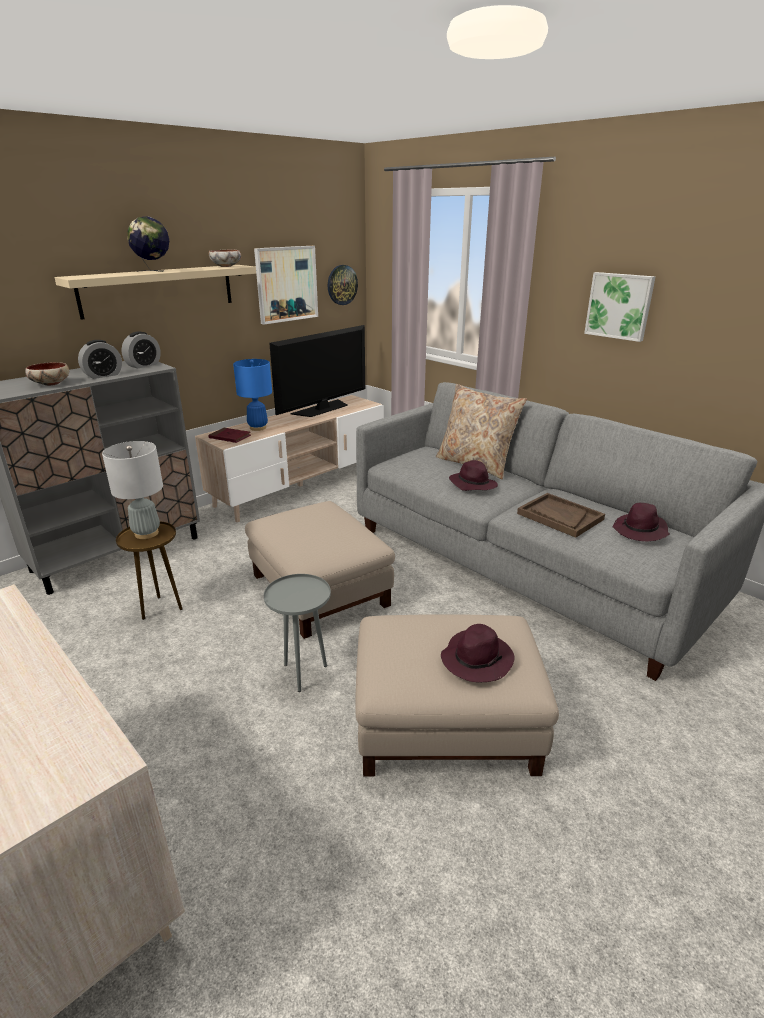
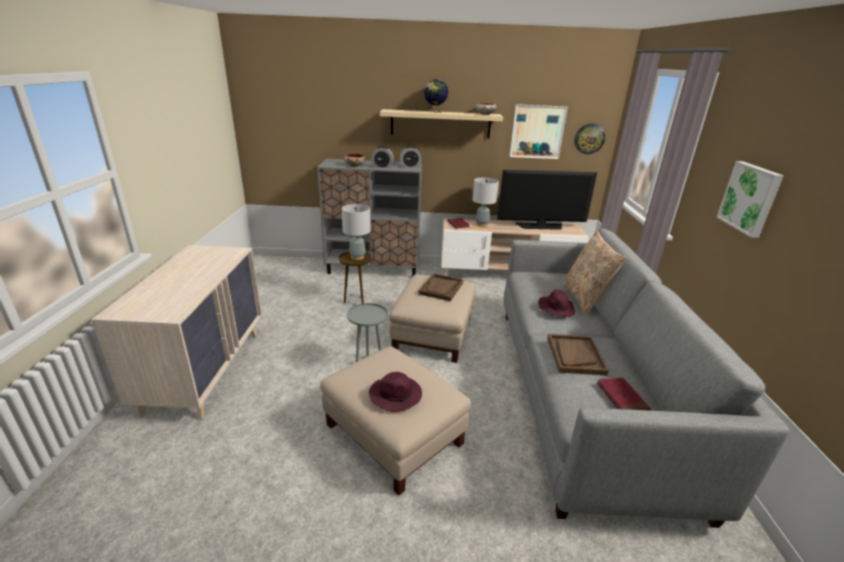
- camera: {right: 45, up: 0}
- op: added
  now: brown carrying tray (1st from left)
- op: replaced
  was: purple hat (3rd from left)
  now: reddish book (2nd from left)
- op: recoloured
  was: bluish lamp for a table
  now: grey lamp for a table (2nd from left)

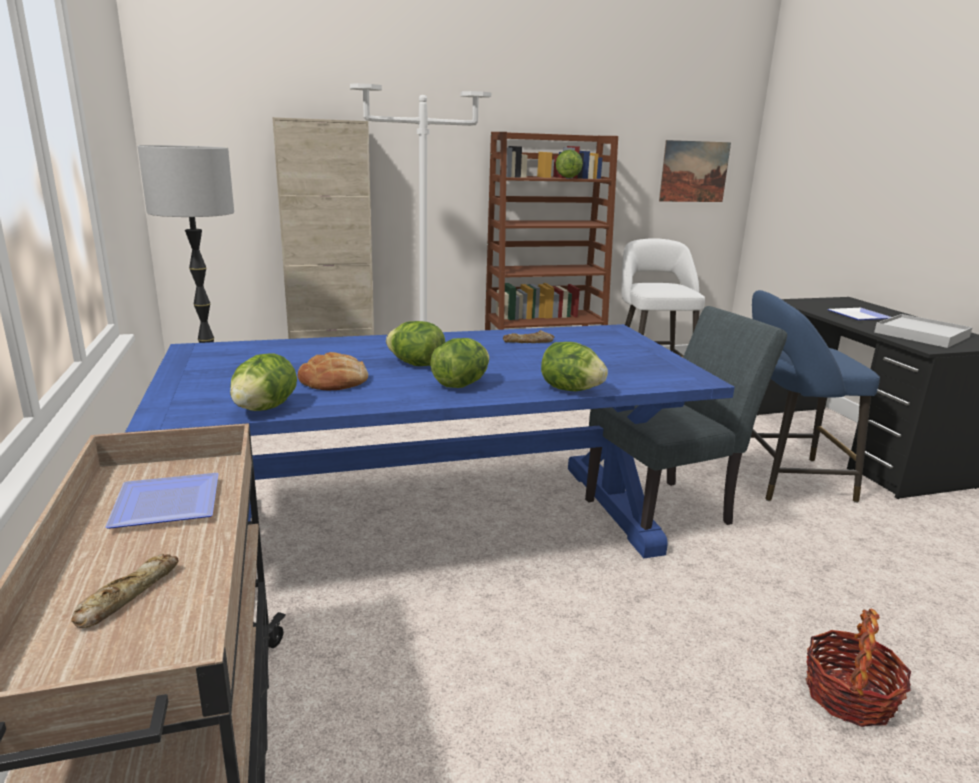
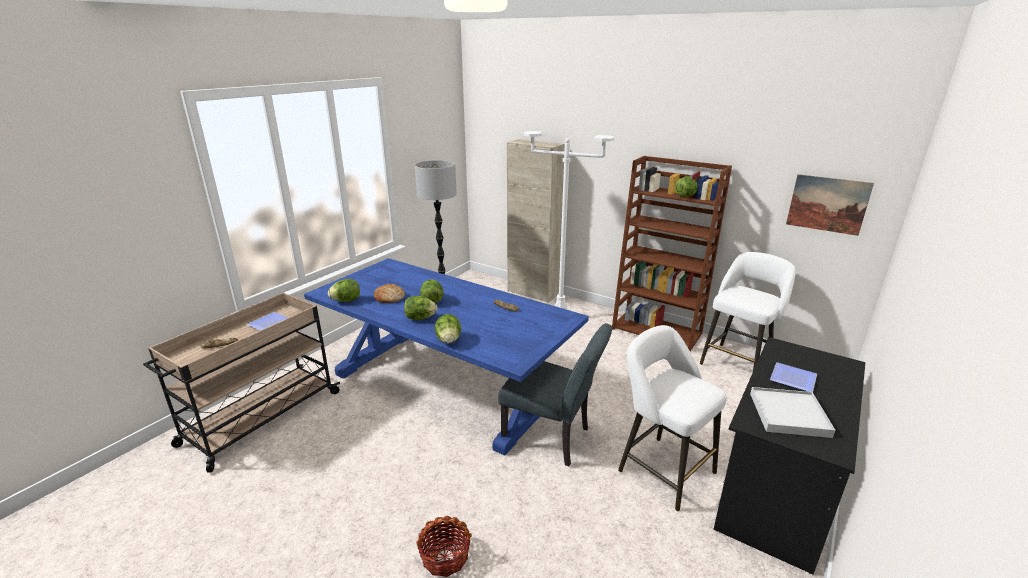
- camera: {right: 50, up: 5}
- op: recoloured
  was: bluish sitting stool
  now: whitish sitting stool (1st from left)

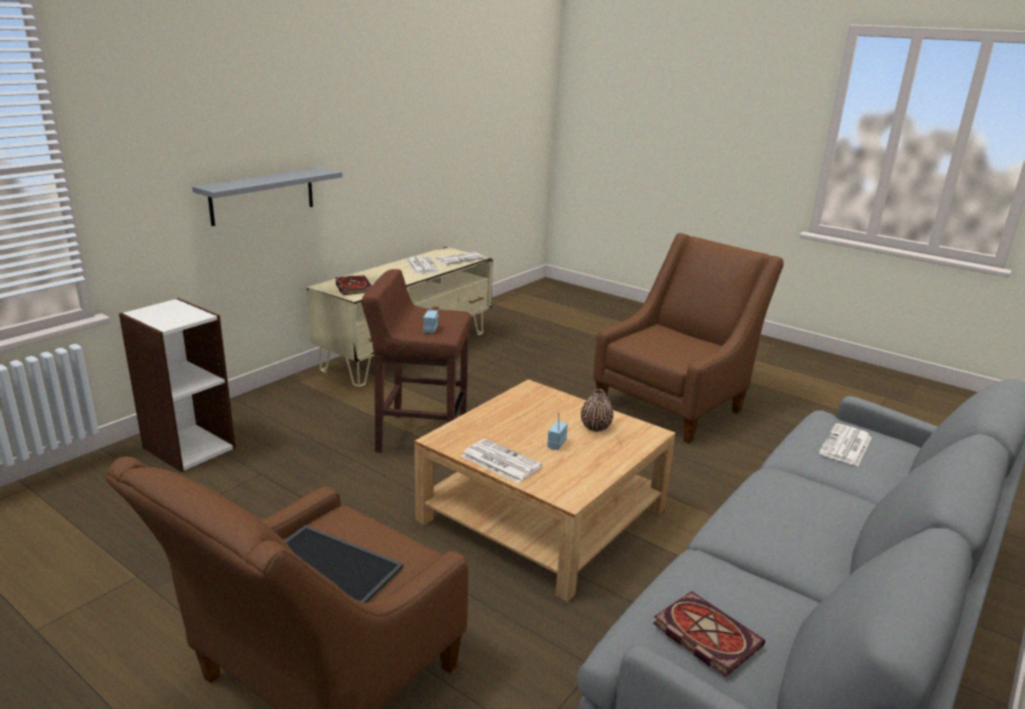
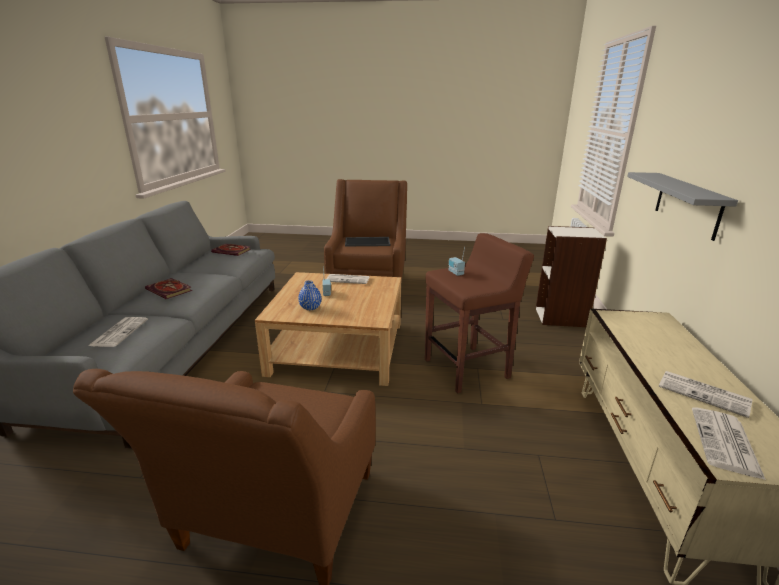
- camera: {right: 150, up: 0}
- op: moved
  was: book (1st from left)
- op: recoloured
  was: brown decorative vase
  now: bluish decorative vase

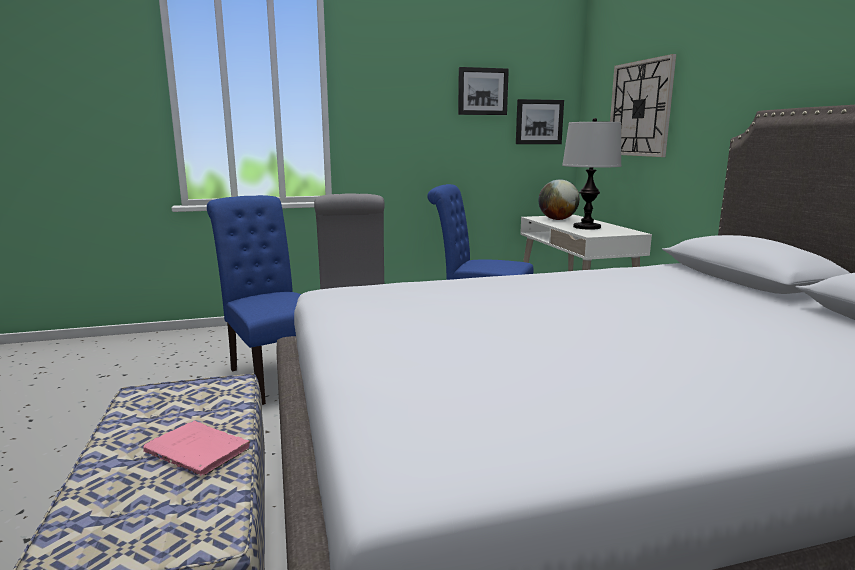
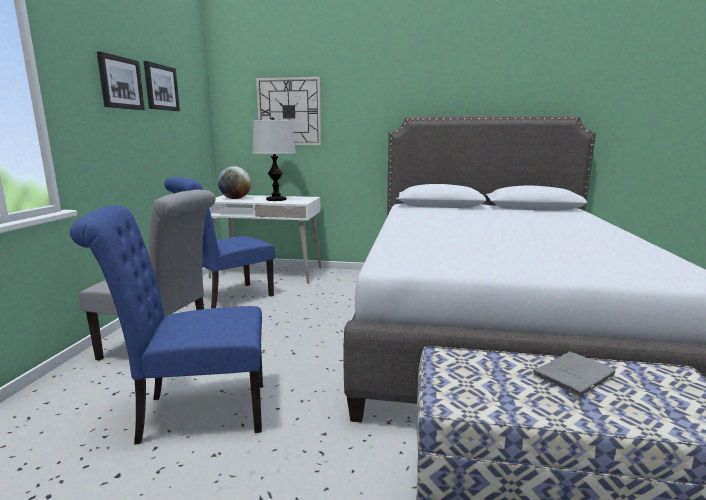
- camera: {right: -65, up: 0}
- op: moved
  was: wall art (2nd from left in the first image)
  now: wall art (1st from left)
- op: recoloured
  was: pink-coloured book
  now: grey book

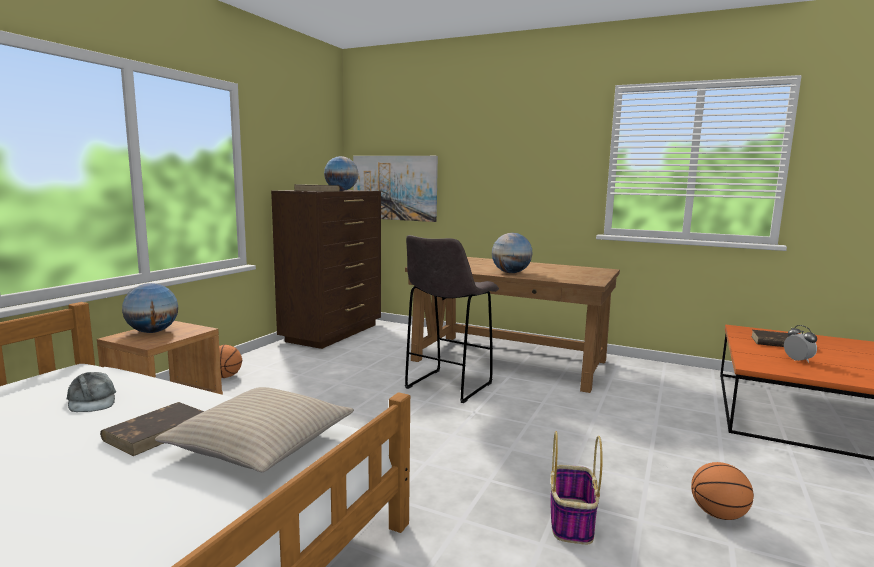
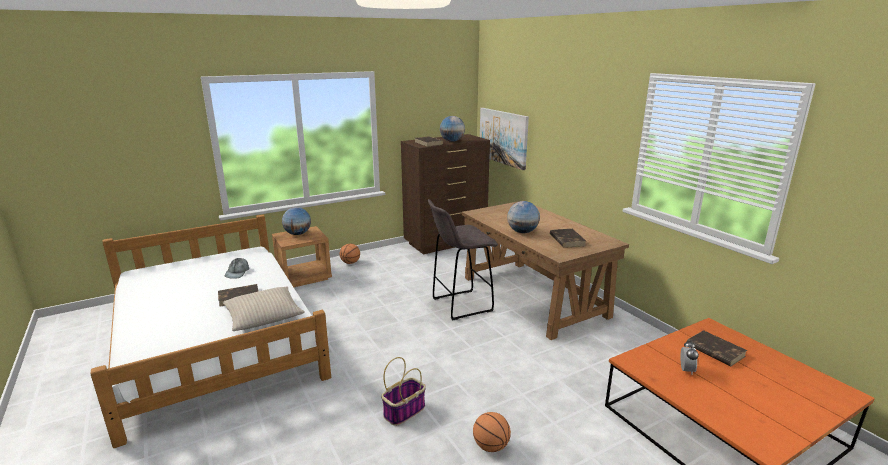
- camera: {right: 35, up: 10}
- op: added
  now: brown book (3rd from left)

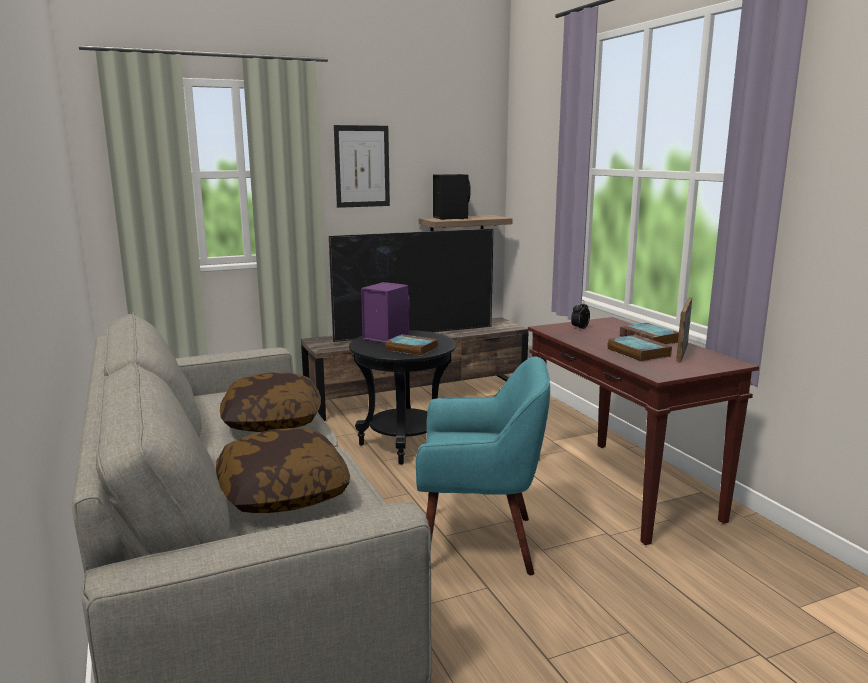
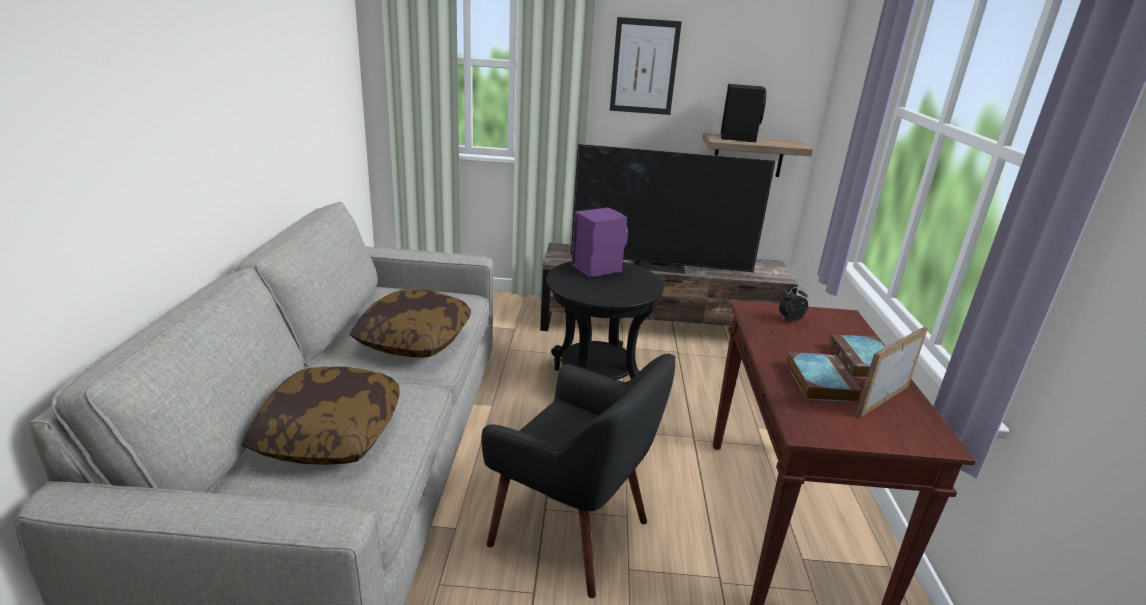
- camera: {right: 25, up: 10}
- op: removed
  was: book (1st from left)
- op: recoloured
  was: turquoise-coloured lounge chair
  now: blackish lounge chair

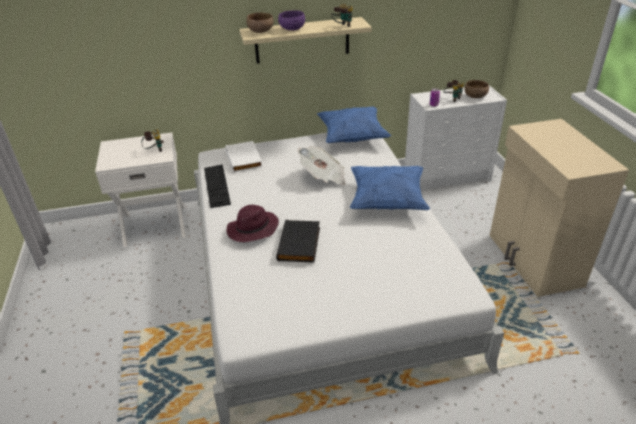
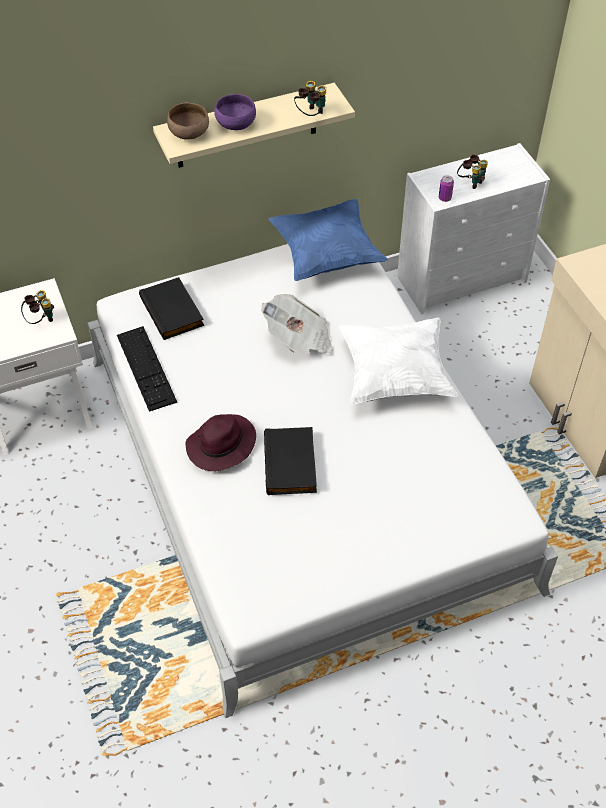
- camera: {right: -10, up: 15}
- op: removed
  was: brown deep dish (2nd from left)
- op: recoloured
  was: whitish book
  now: blackish book (1st from left)
- op: recoloured
  was: bluish cushion (2nd from left)
  now: whitish cushion

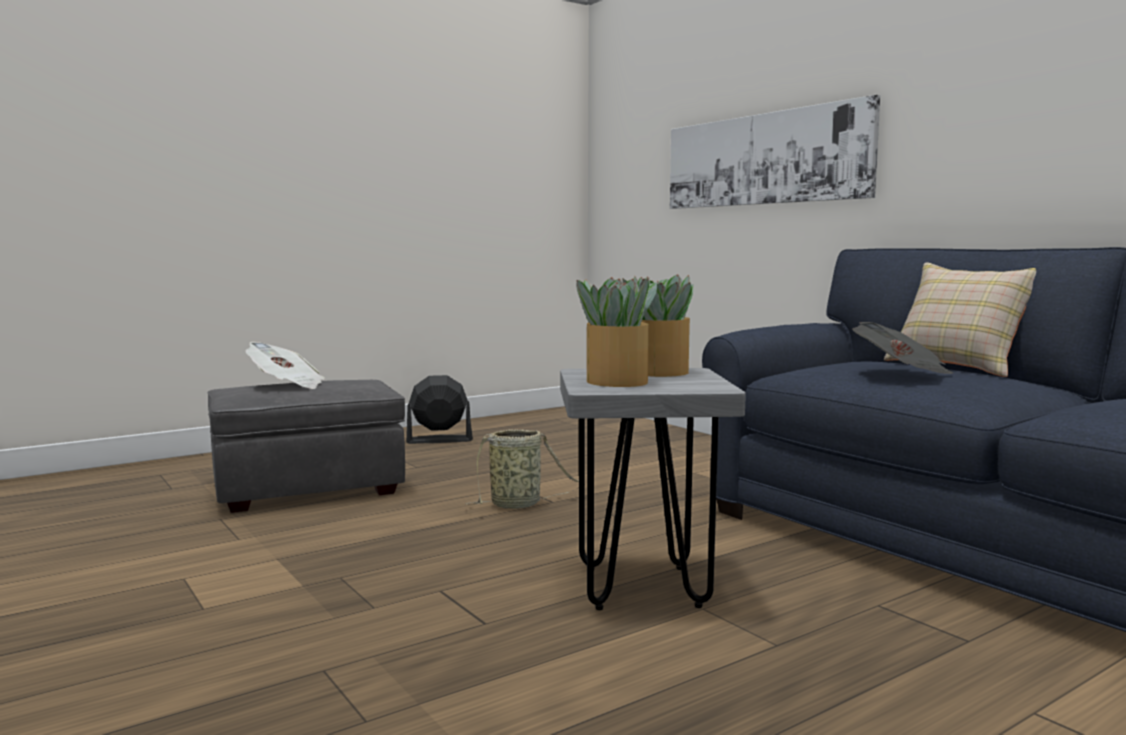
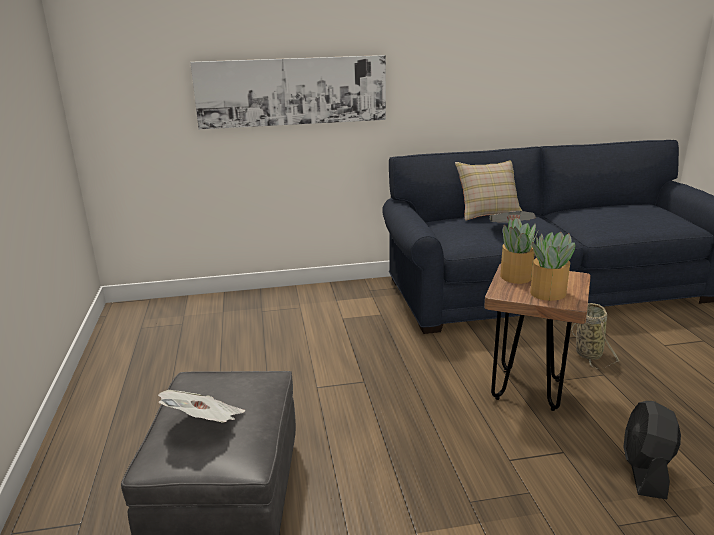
- camera: {right: -65, up: 15}
- op: moved
  was: blackish cooling fan
- op: moved
  was: storage basket
- op: recoloured
  was: grey sitting stool
  now: brown sitting stool

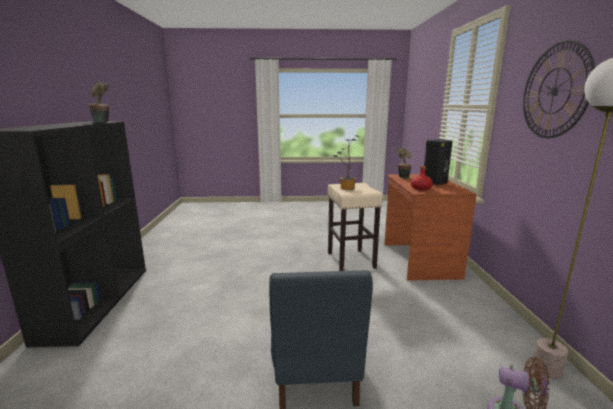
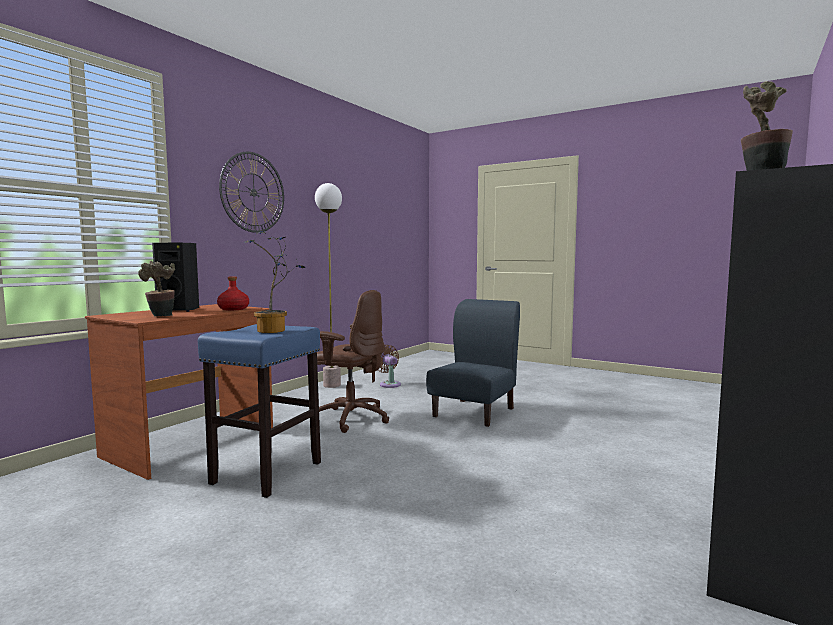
- camera: {right: -145, up: -10}
- op: added
  now: brown office chair
- op: recoloured
  was: sand-coloured sitting stool
  now: bluish sitting stool

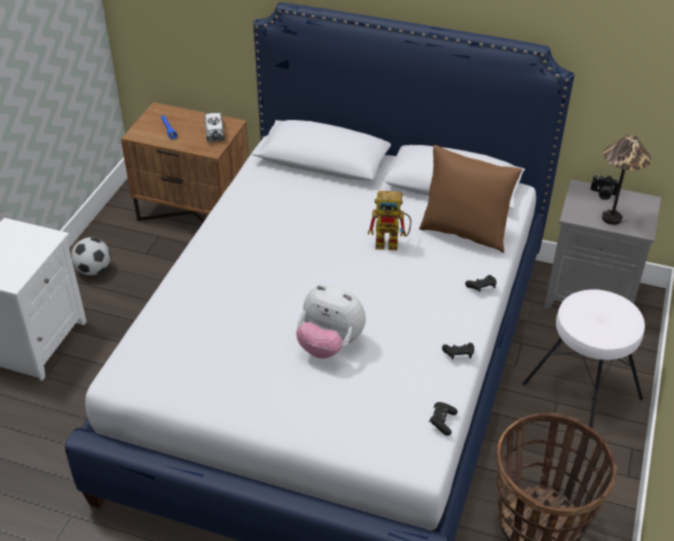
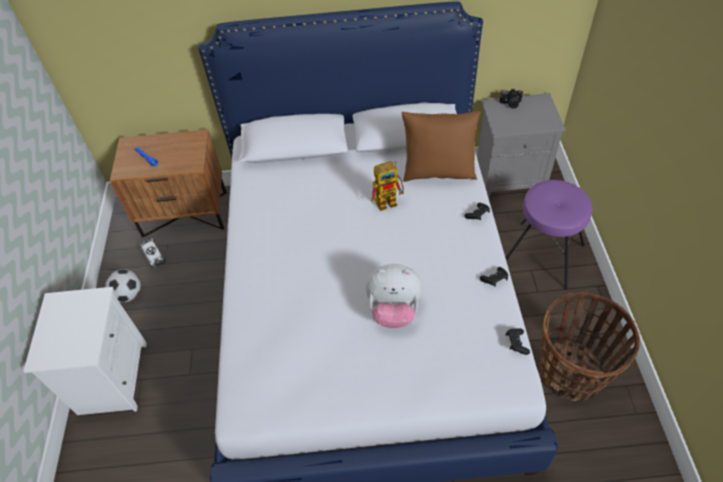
- camera: {right: -20, up: 10}
- op: removed
  was: lamp for a table
- op: moved
  was: toy lorry
- op: recoloured
  was: whitish sitting stool
  now: purple sitting stool

